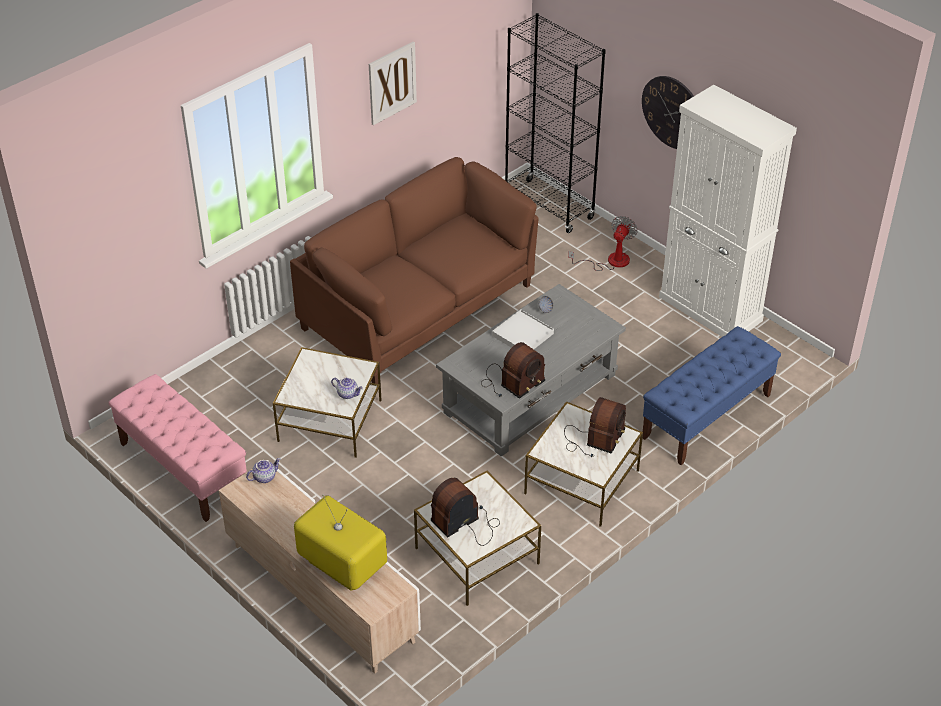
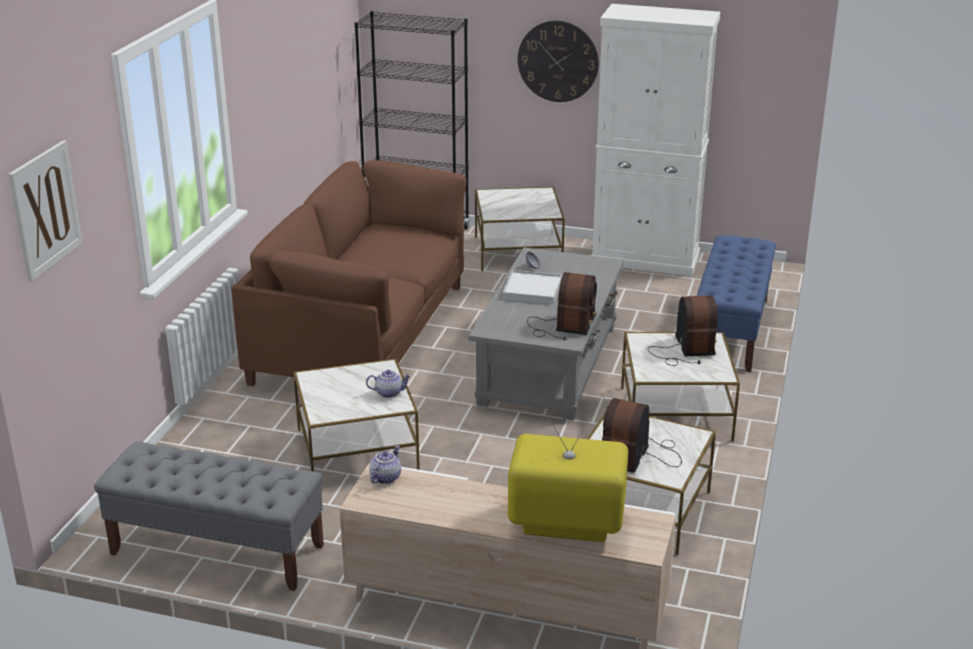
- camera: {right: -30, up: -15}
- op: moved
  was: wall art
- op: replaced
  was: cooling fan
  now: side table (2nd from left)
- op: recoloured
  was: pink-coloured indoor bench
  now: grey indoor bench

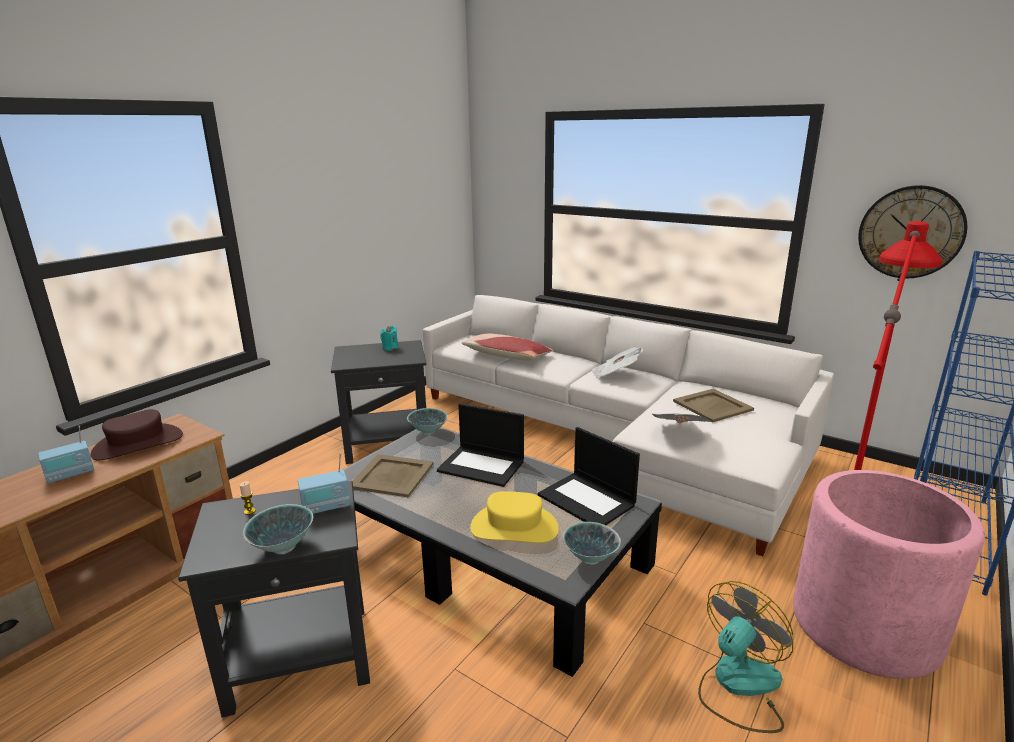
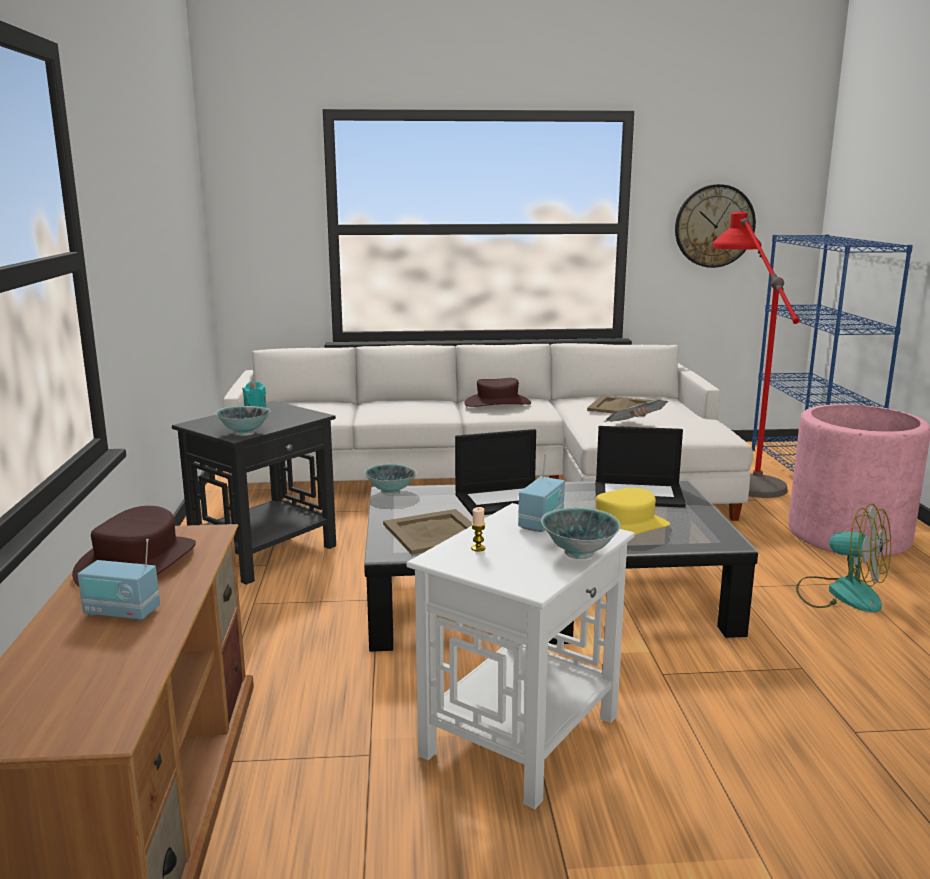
- camera: {right: -40, up: -5}
- op: removed
  was: cushion
- op: moved
  was: deep dish (3rd from left in the first image)
  now: deep dish (1st from left)
- op: replaced
  was: newspaper (1st from left)
  now: brown hat (2nd from left)
- op: recoloured
  was: blackish side table (1st from left)
  now: whitish side table
- op: turned
  was: radio (1st from left)
  clockwise: 90
- op: turned
  was: cooling fan
  clockwise: 120

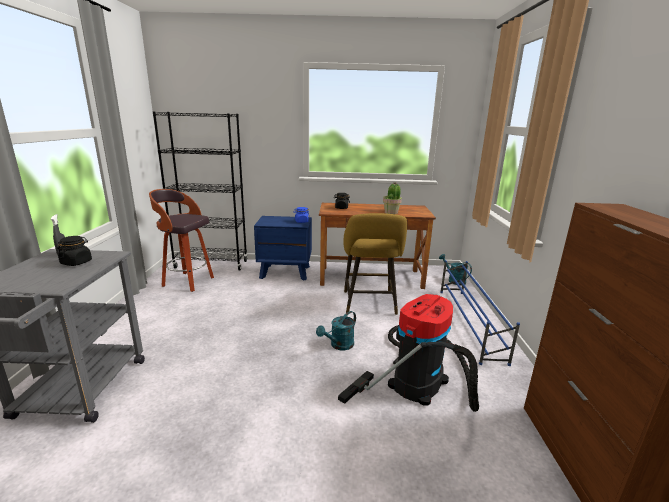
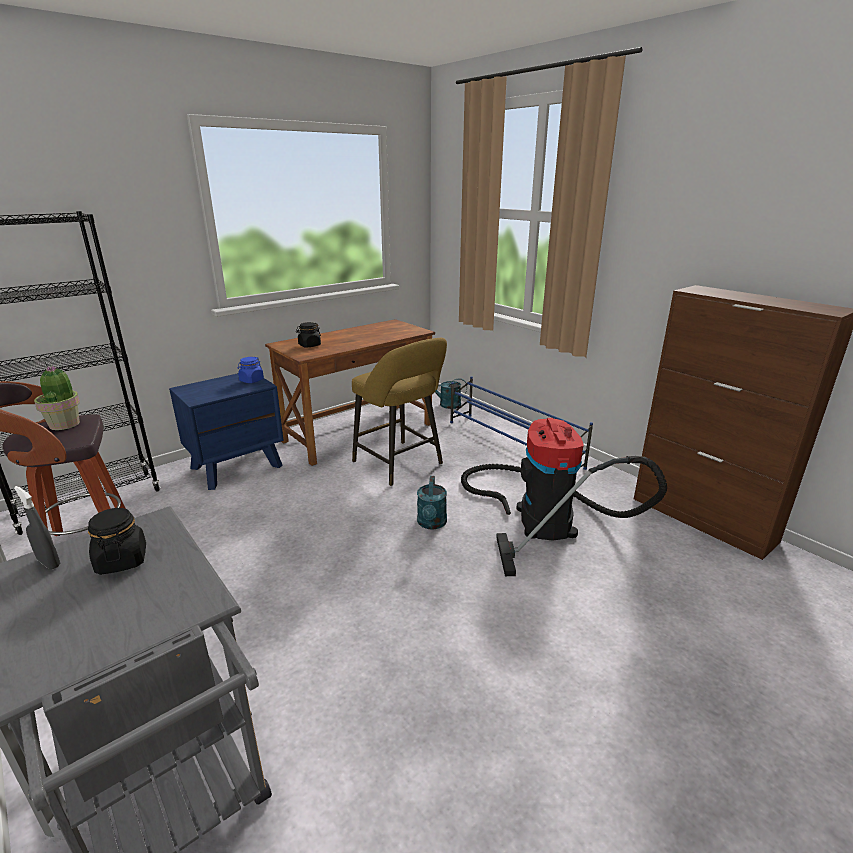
- camera: {right: -40, up: 5}
- op: moved
  was: potted plant

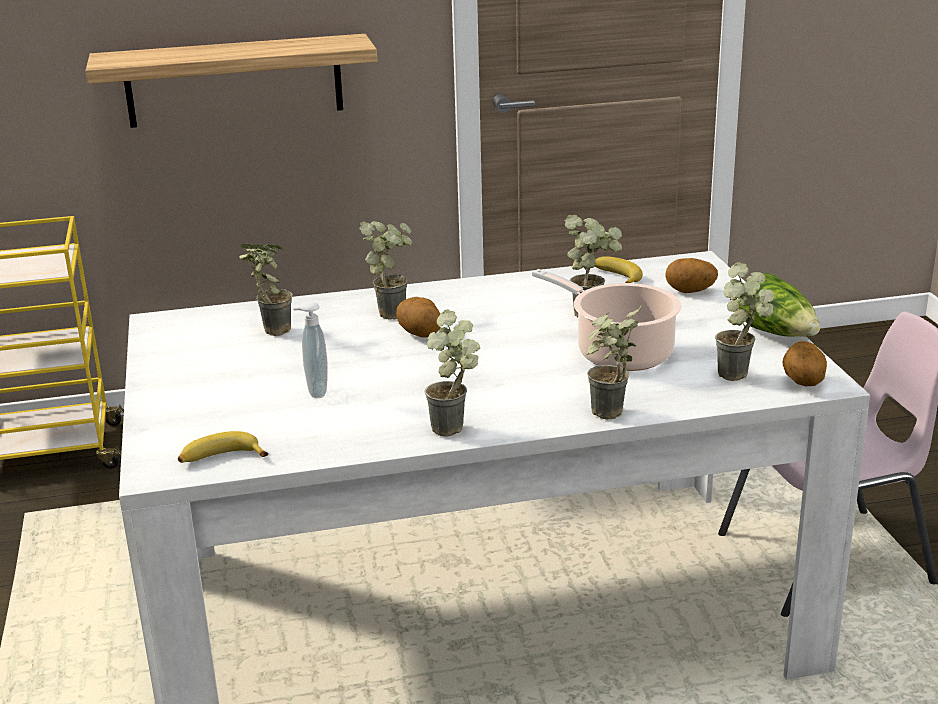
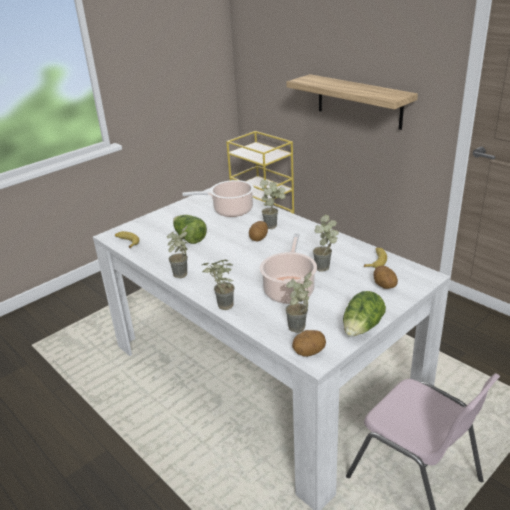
- camera: {right: 60, up: 5}
- op: replaced
  was: potted plant (1st from left)
  now: cooking pot (1st from left)
- op: replaced
  was: soap dispenser
  now: lettuce head (1st from left)

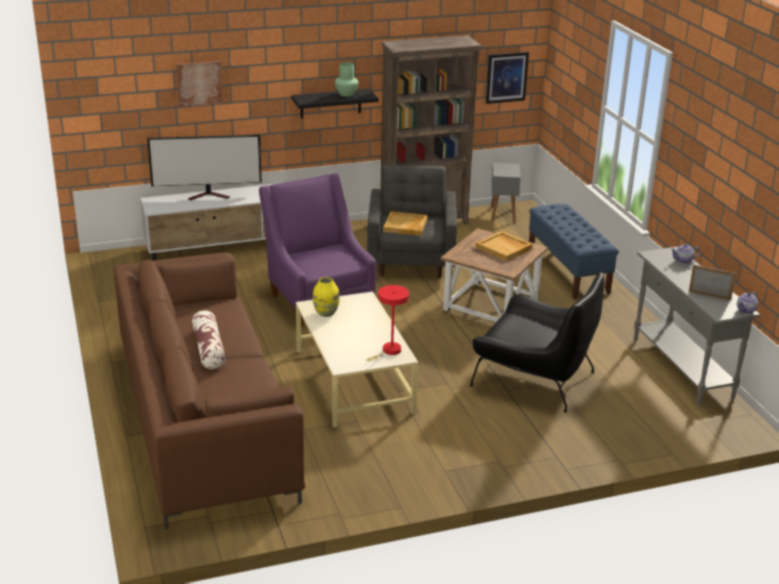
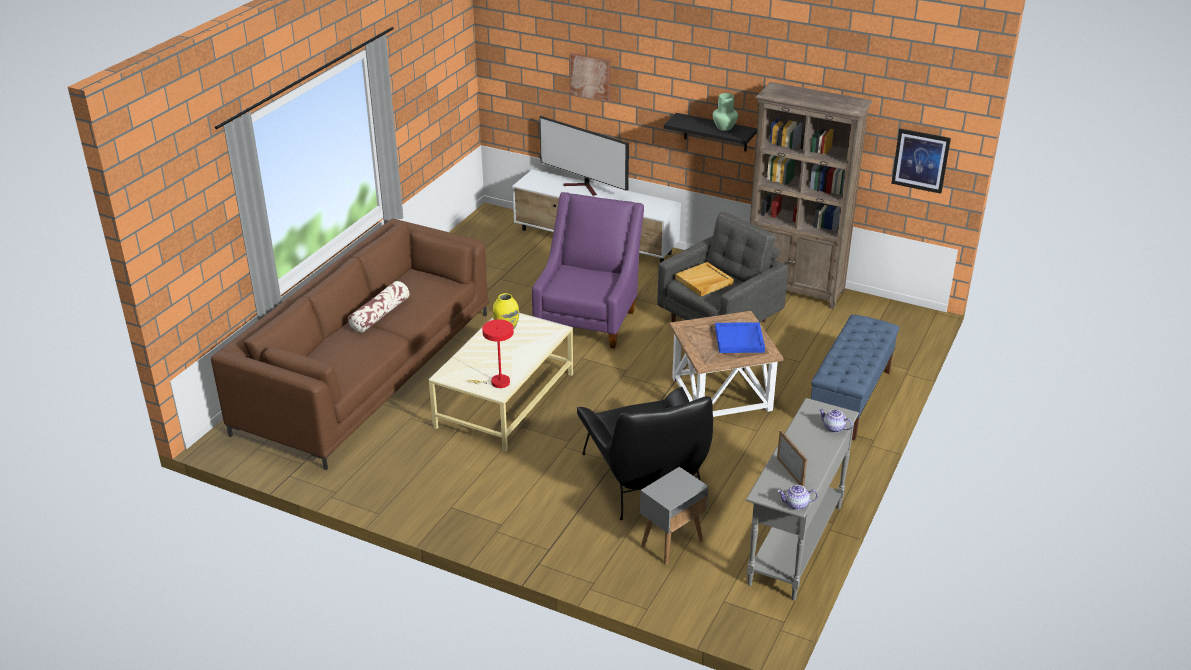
- camera: {right: 45, up: 5}
- op: moved
  was: grey side table
- op: recoloured
  was: sand-coloured carrying tray (2nd from left)
  now: bluish carrying tray

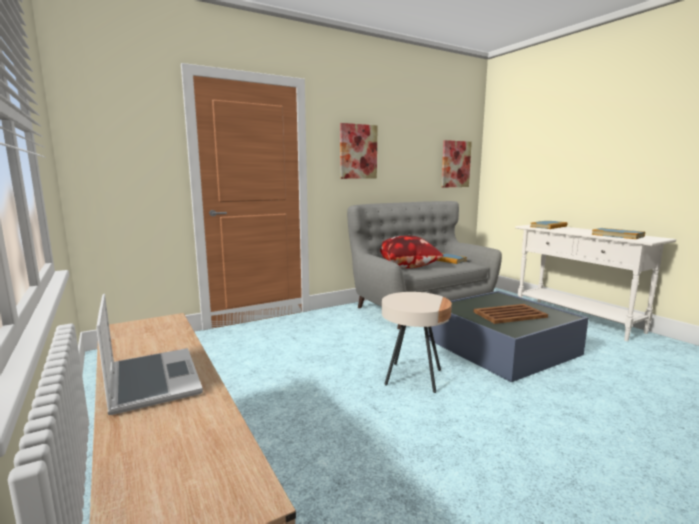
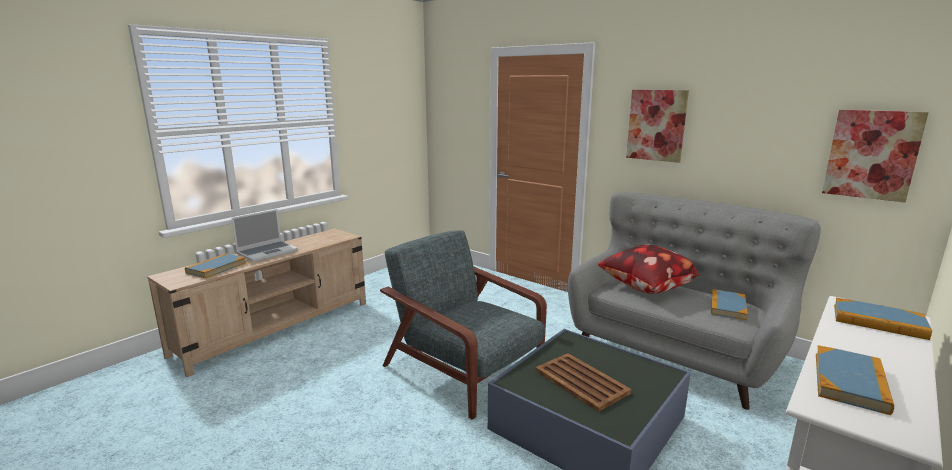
- camera: {right: 70, up: 5}
- op: added
  now: book (1st from left)
- op: replaced
  was: sand-coloured side table
  now: grey lounge chair

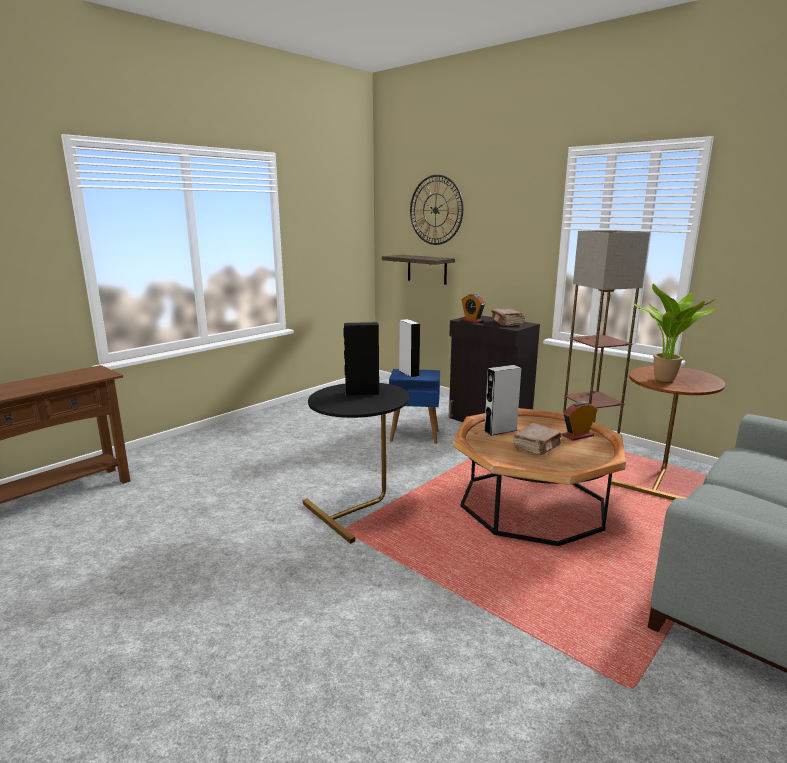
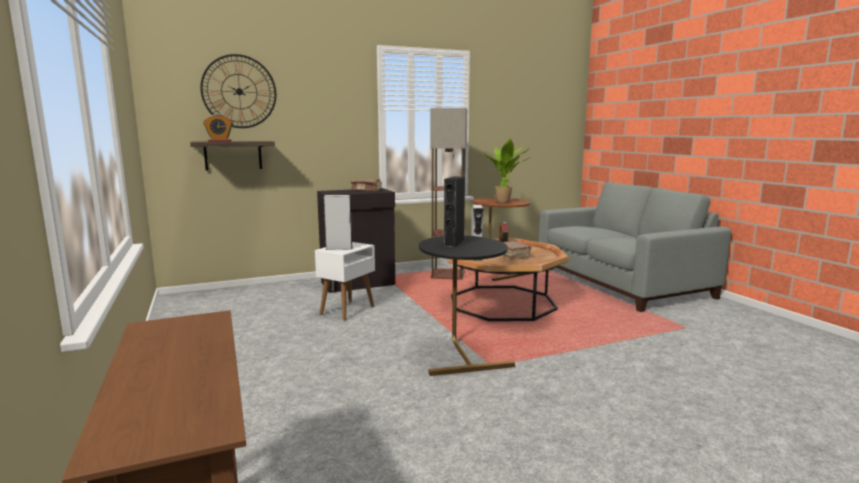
- camera: {right: -65, up: -5}
- op: moved
  was: table clock (1st from left)
- op: recoloured
  was: bluish side table
  now: whitish side table

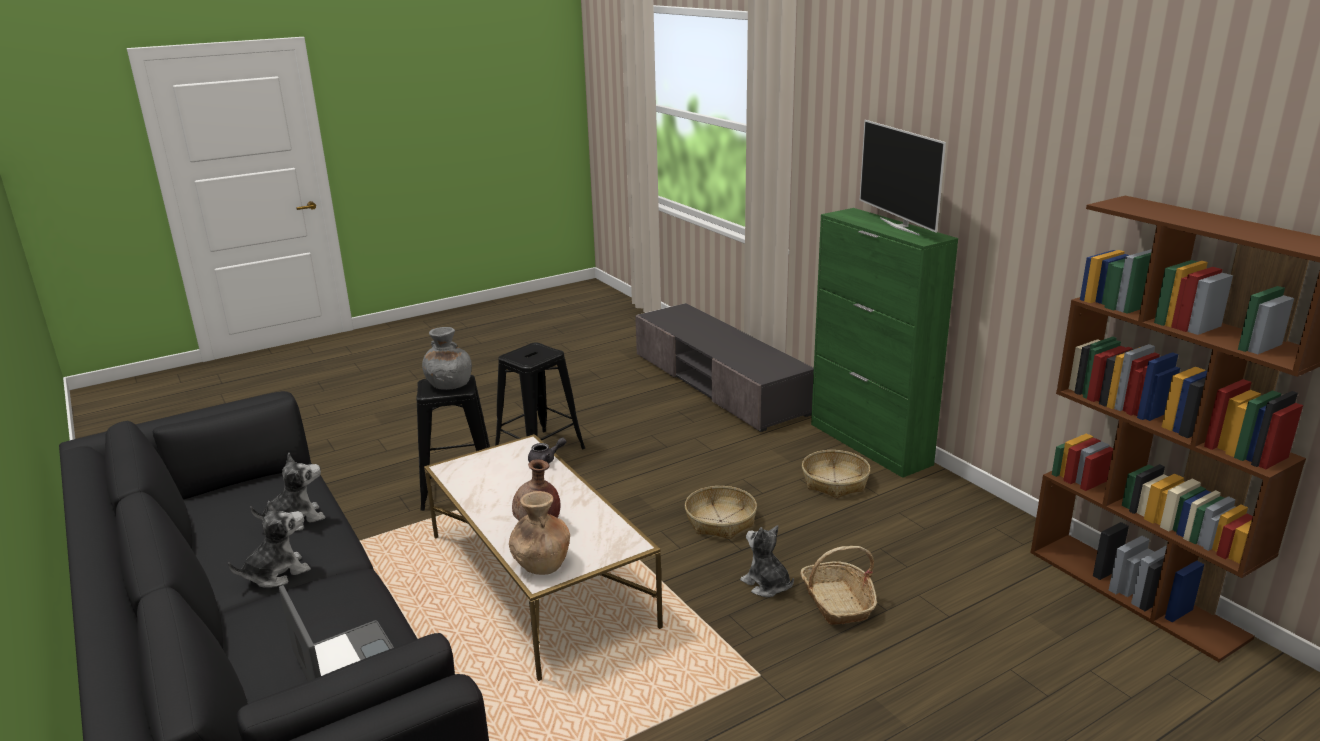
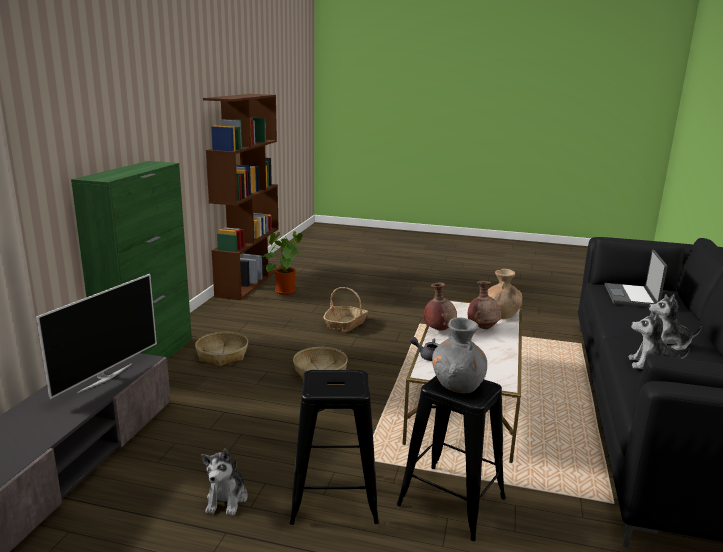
- camera: {right: -135, up: -5}
- op: added
  now: potted plant
- op: added
  now: brown decorative vase (1st from left)
- op: moved
  was: soft toy (3rd from left in the first image)
  now: soft toy (1st from left)
- op: moved
  was: television

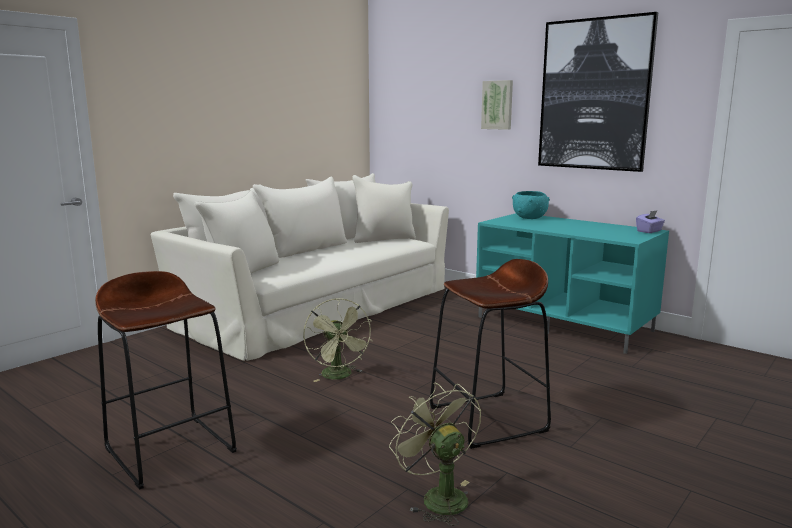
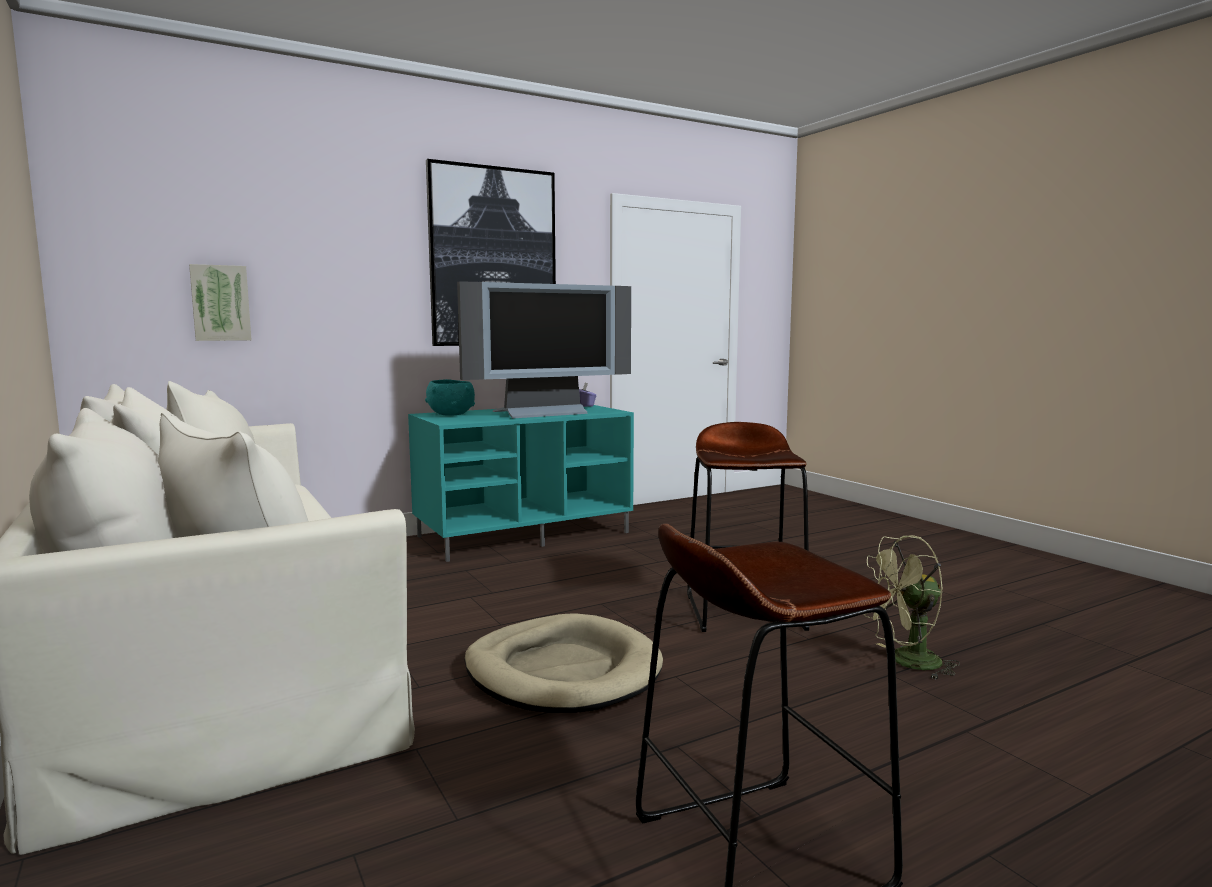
- camera: {right: -70, up: -5}
- op: added
  now: television
- op: moved
  was: wall art (1st from left)
- op: replaced
  was: green cooling fan (1st from left)
  now: sand-coloured dog cushion

